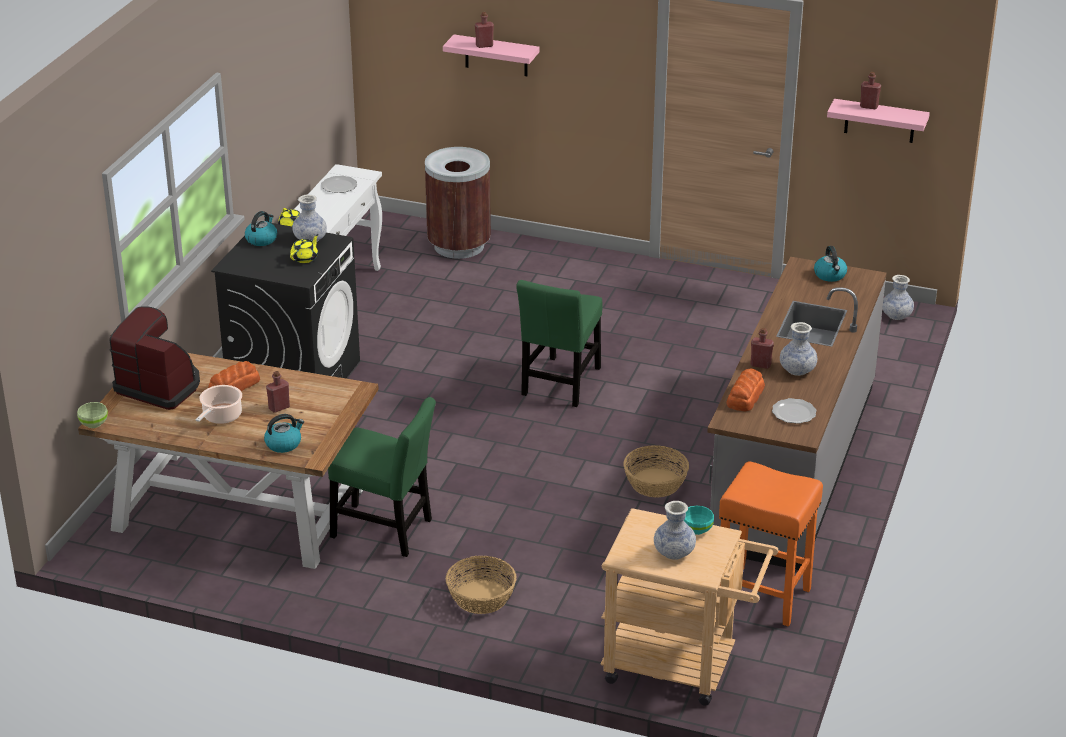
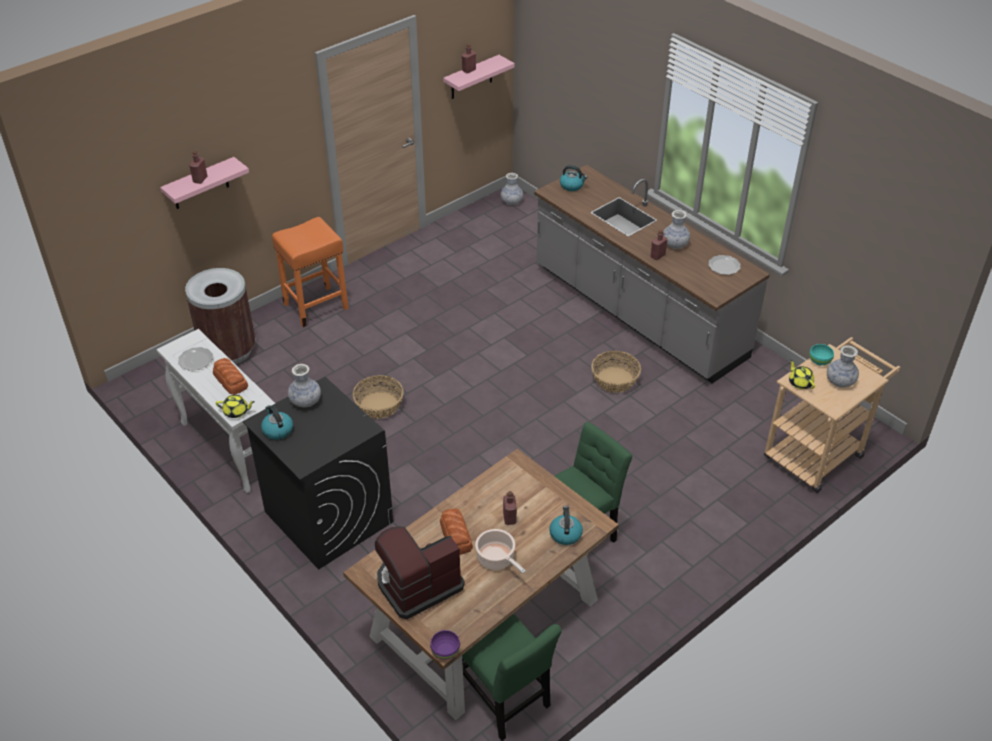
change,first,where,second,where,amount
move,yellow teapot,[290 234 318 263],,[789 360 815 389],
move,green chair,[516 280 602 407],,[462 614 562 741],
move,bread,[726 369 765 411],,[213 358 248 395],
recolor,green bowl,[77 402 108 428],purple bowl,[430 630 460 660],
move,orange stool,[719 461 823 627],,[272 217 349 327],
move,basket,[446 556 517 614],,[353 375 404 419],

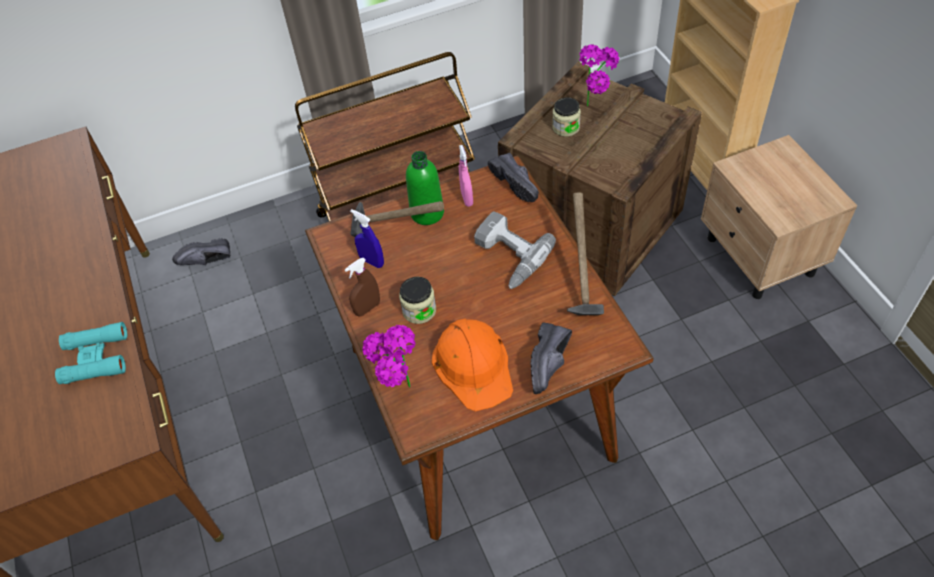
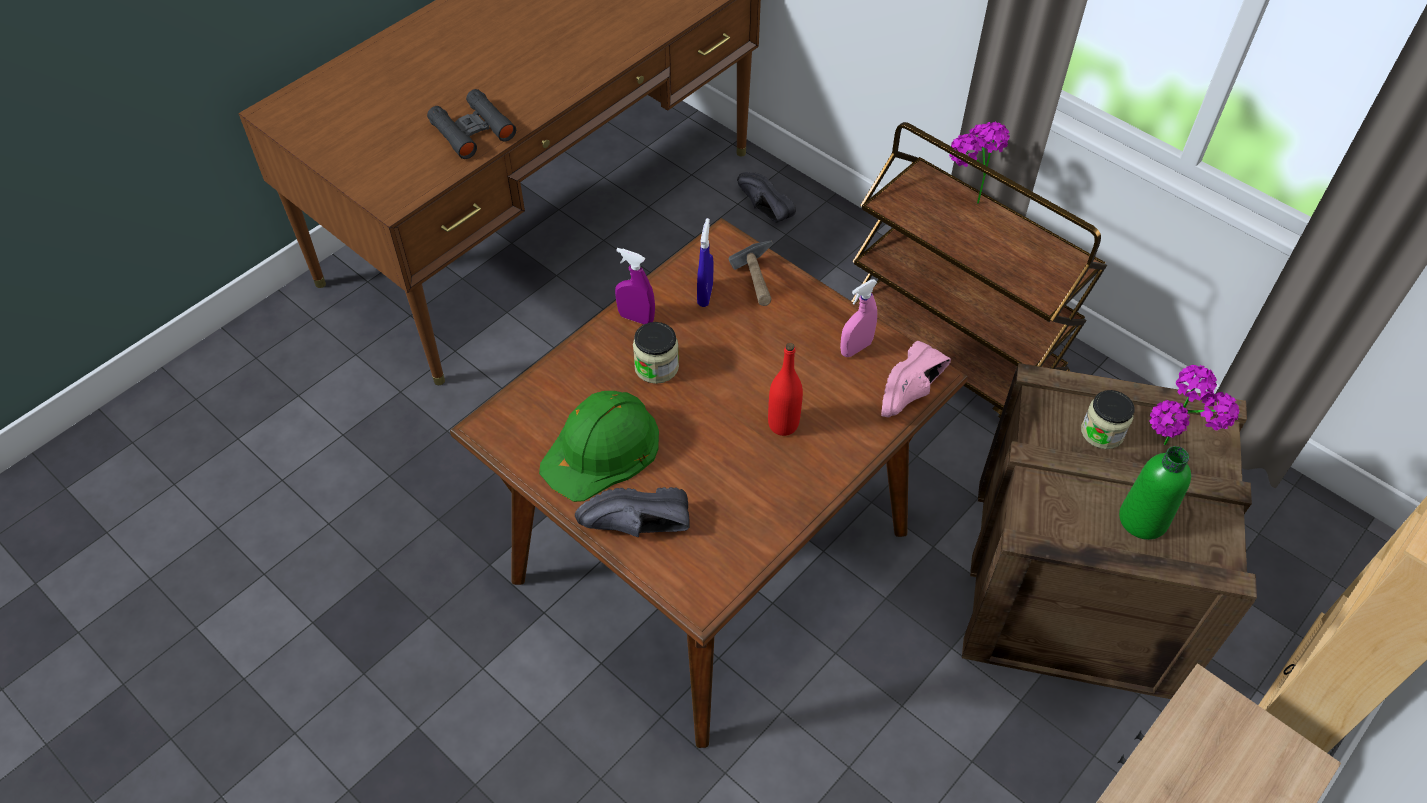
change,first,where,second,where,amount
move,green bottle,[406 151 444 225],,[1119 446 1191 540],
recolor,black shoe,[488 153 539 202],pink shoe,[881 341 951 417],
delete,hammer,[567 192 604 315],,,
replace,power drill,[474 211 556 289],red bottle,[768 343 803 436],
recolor,brown spray bottle,[345 258 380 317],purple spray bottle,[615 248 655 324],
recolor,orange hard hat,[432 319 513 411],green hard hat,[539 391 659 502],
recolor,turquoise binoculars,[55 322 127 384],black binoculars,[427 89 516 159],
move,potted plant,[362 325 415 388],,[949 122 1010 204],

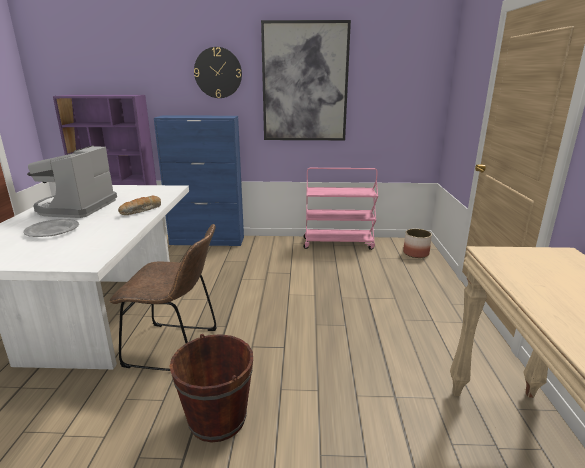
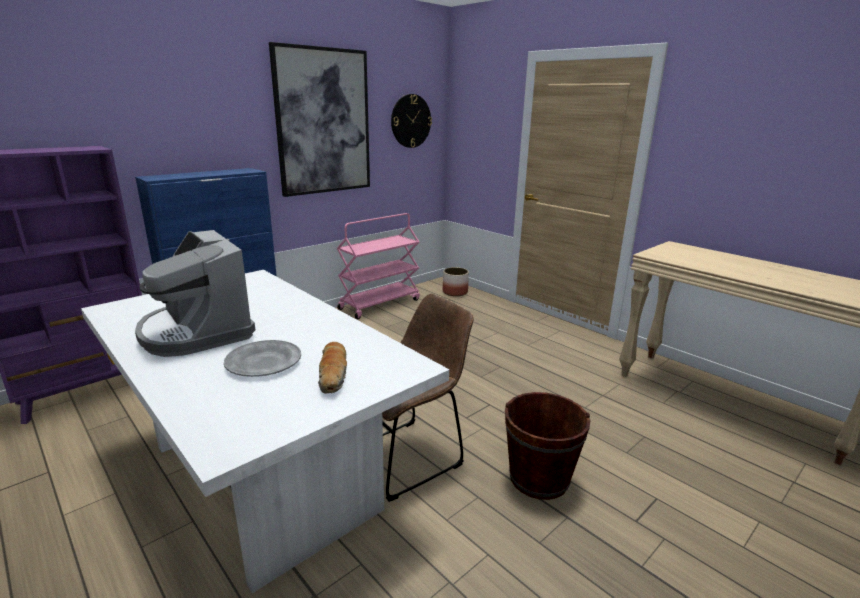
change,first,where,second,where,amount
move,wall clock,[194 47 242 98],,[391 94 432 148],
move,bread,[118 196 161 215],,[318 342 347 393],

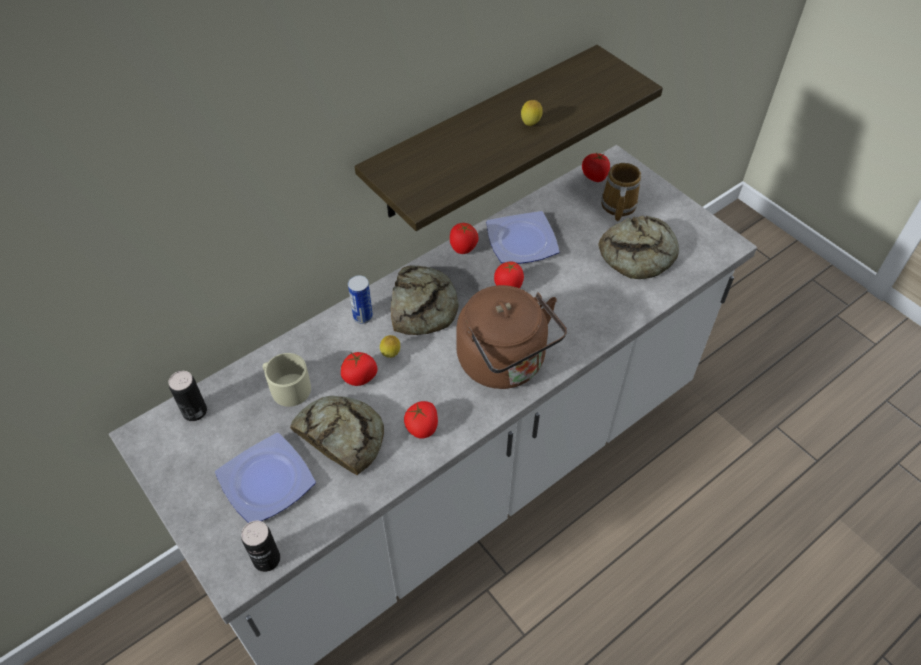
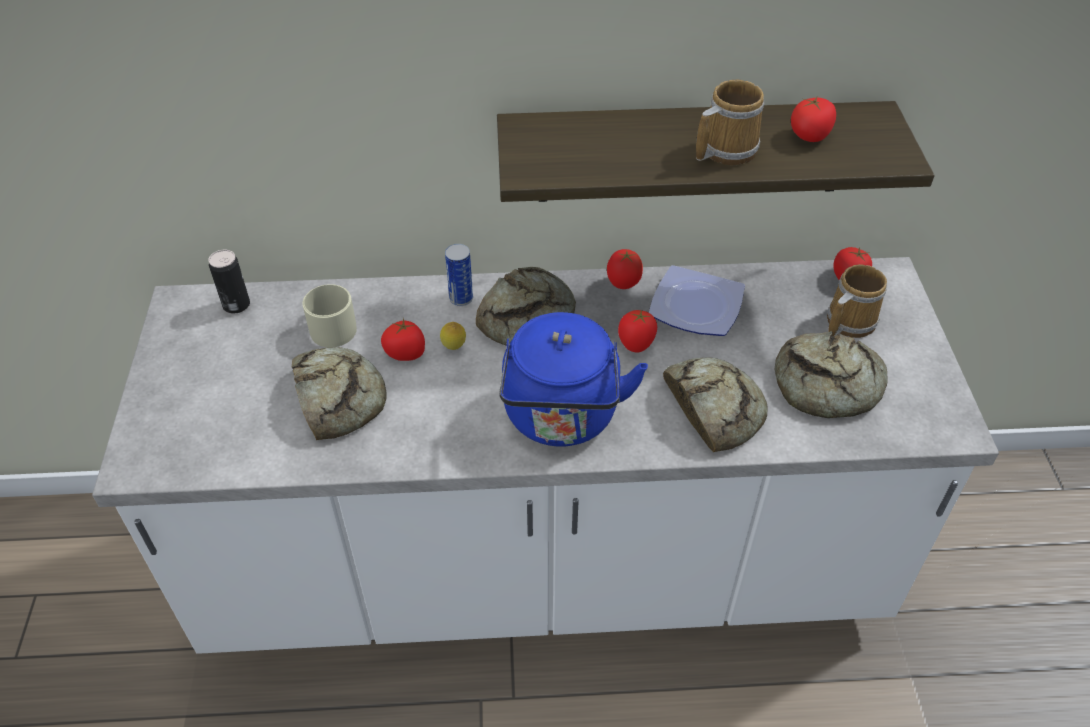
change,first,where,second,where,amount
replace,lemon,[521 100 543 126],mug,[696 80 765 165],
recolor,brown kettle,[456 285 567 389],blue kettle,[499 312 648 446],
move,tomato,[404 401 438 439],,[791 97 836 142],
delete,plate,[215 433 316 523],,,
delete,can,[241 521 280 572],,,
insert,,,bread,[663 357 768 452],

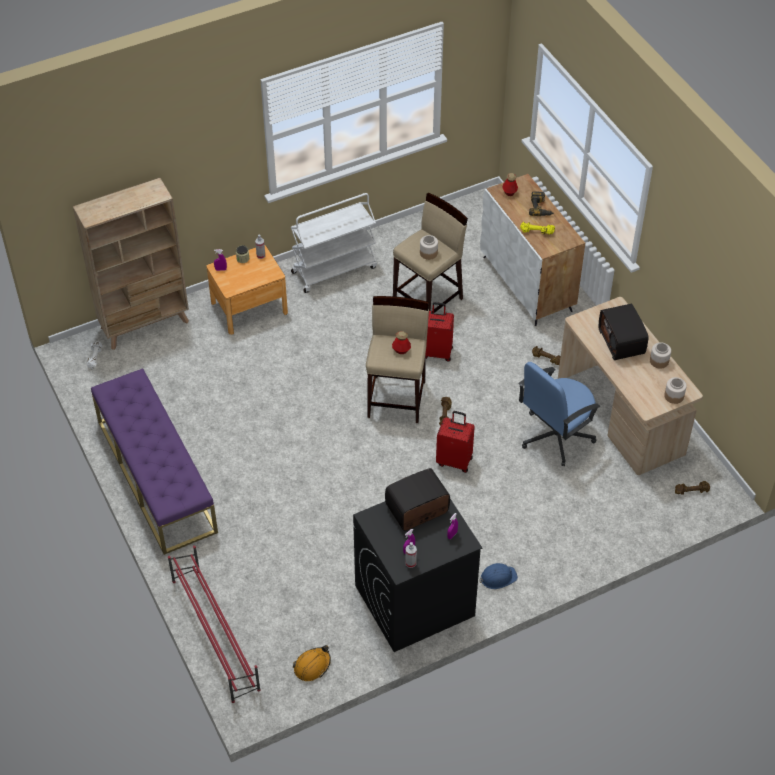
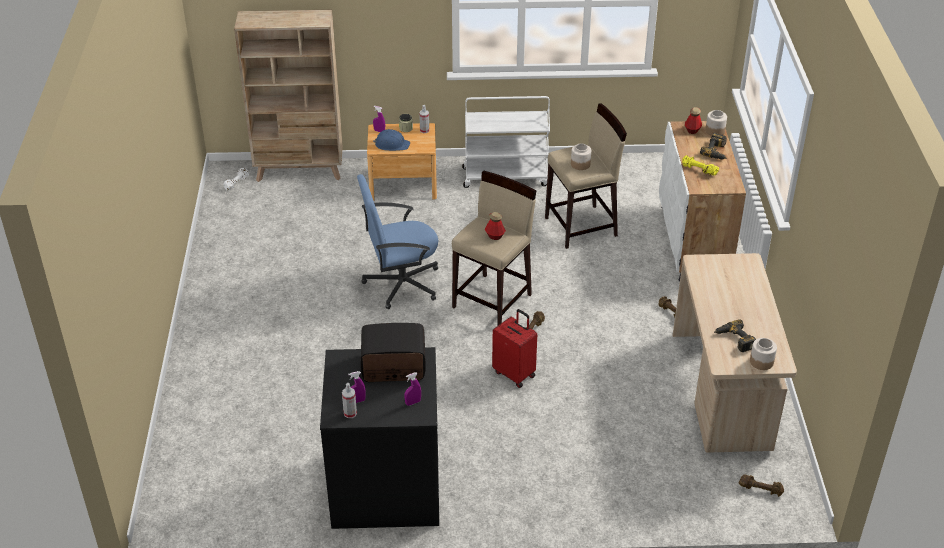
change,first,where,second,where,amount
delete,red suitcase,[425 302 454 362],,,
delete,radio,[599 303 648 360],,,
move,jar,[650 342 671 369],,[705 110 727 136],
move,blue office chair,[519 362 600 466],,[357 174 438 309],
delete,purple bench,[91 368 218 555],,,
delete,red shoe rack,[168 546 261 703],,,
move,blue hard hat,[479 563 518 589],,[373 129 410 151],
delete,orange hard hat,[293 645 331 681],,,
insert,,,power drill,[714 319 756 352],

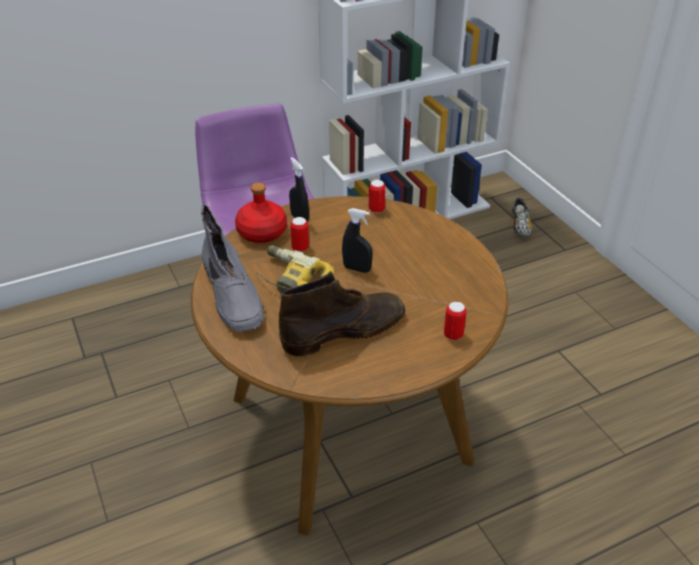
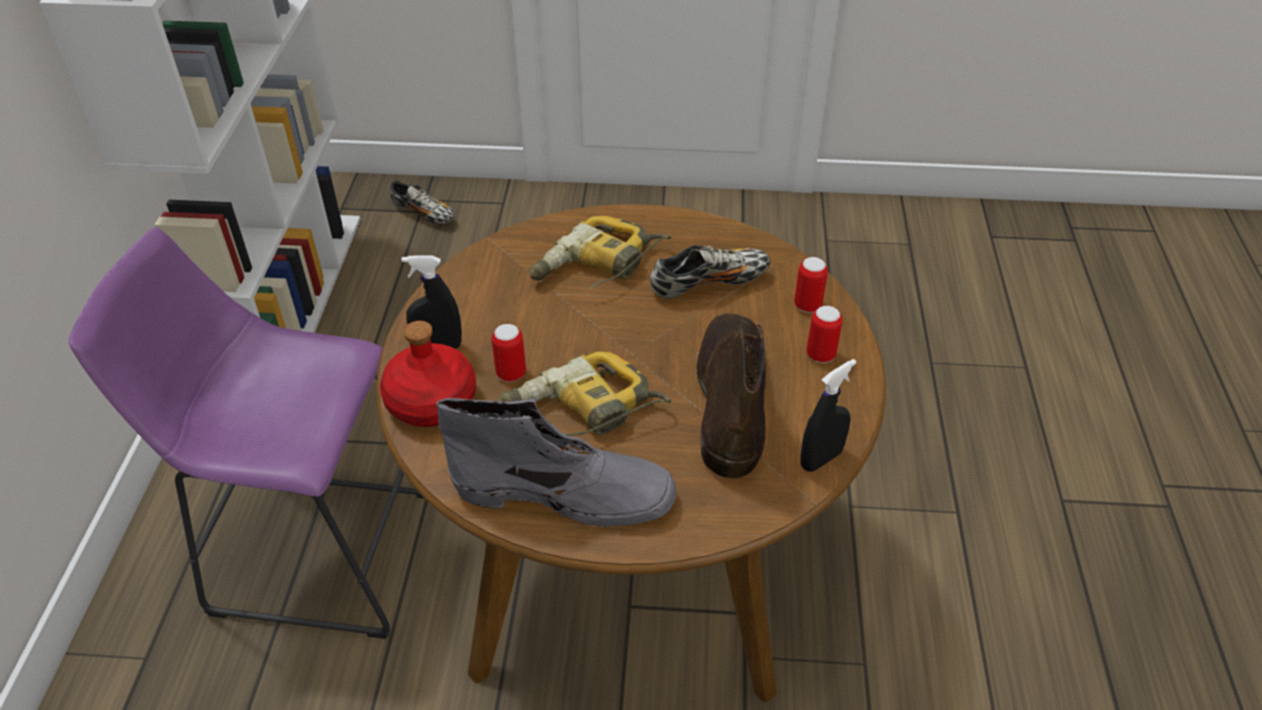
change,first,where,second,where,amount
move,can,[369 180 386 213],,[807 306 843 363],
move,black spray bottle,[342 208 373 273],,[801 359 857 472],
insert,,,power drill,[530 216 671 289],
insert,,,shoe,[650 245 770 299],

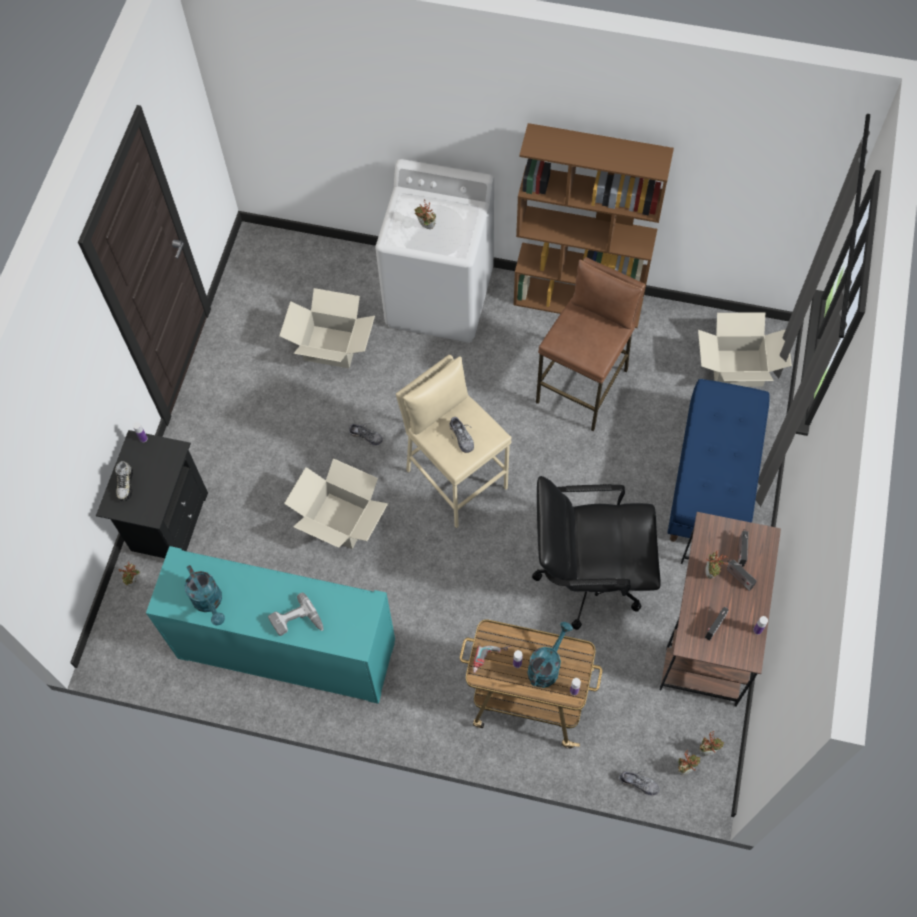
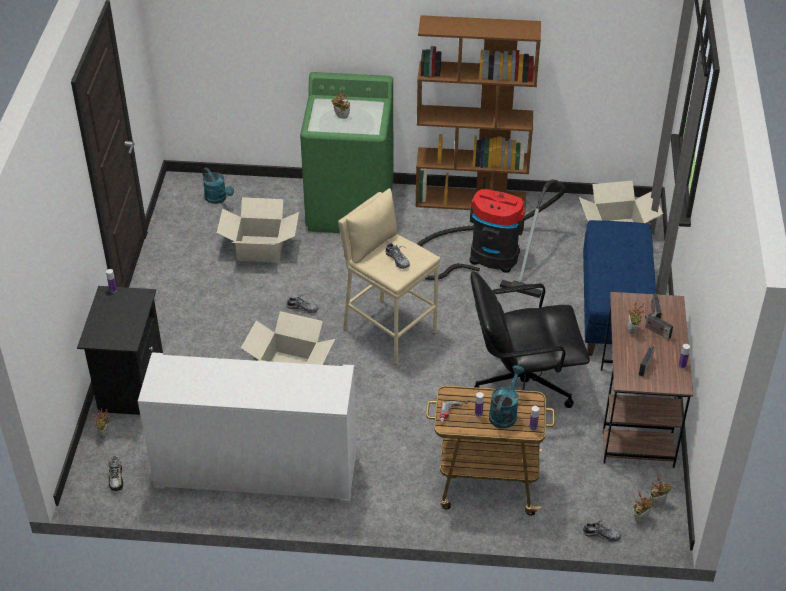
change,first,where,second,where,amount
recolor,white washing machine,[376 159 494 343],green washing machine,[300 72 393 233],
replace,brown stool,[536 257 646 431],vacuum cleaner,[417 179 566 298],
move,shoe,[115 461 133 501],,[109 455 123 491],
recolor,turquoise cabinet,[146 546 395 704],white cabinet,[138 352 356 502],
move,turquoise watering can,[185 565 225 625],,[202 167 234 204],
delete,power drill,[268 593 324 636],,,

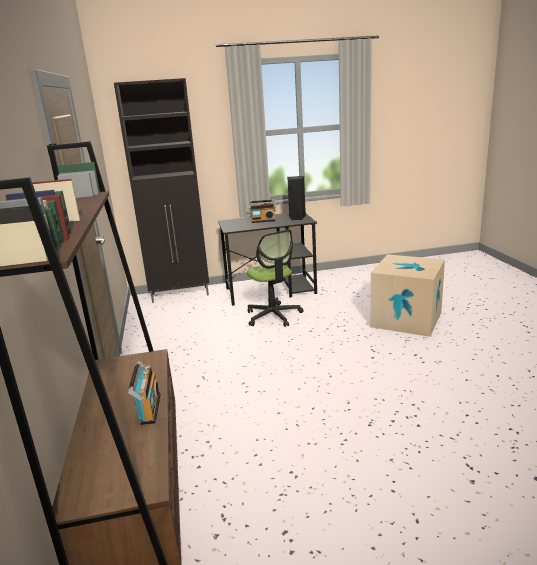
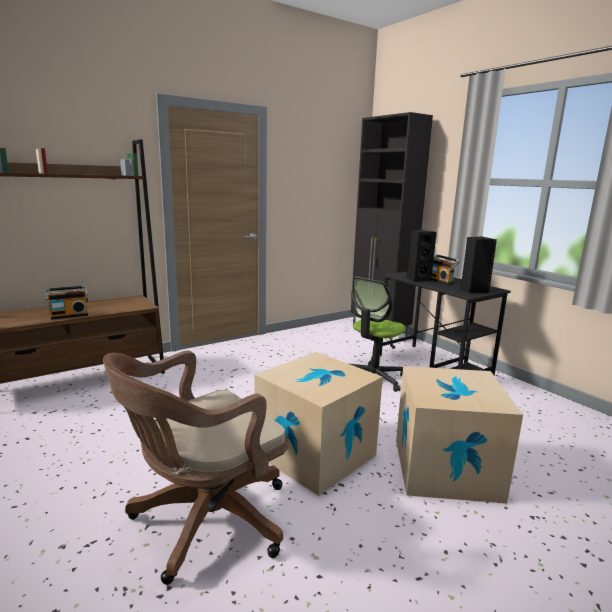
change,first,where,second,where,amount
insert,,,black speaker,[407 230 437 282],
insert,,,brown office chair,[103 350 288 585],
insert,,,cardboard box,[254 352 383 496],

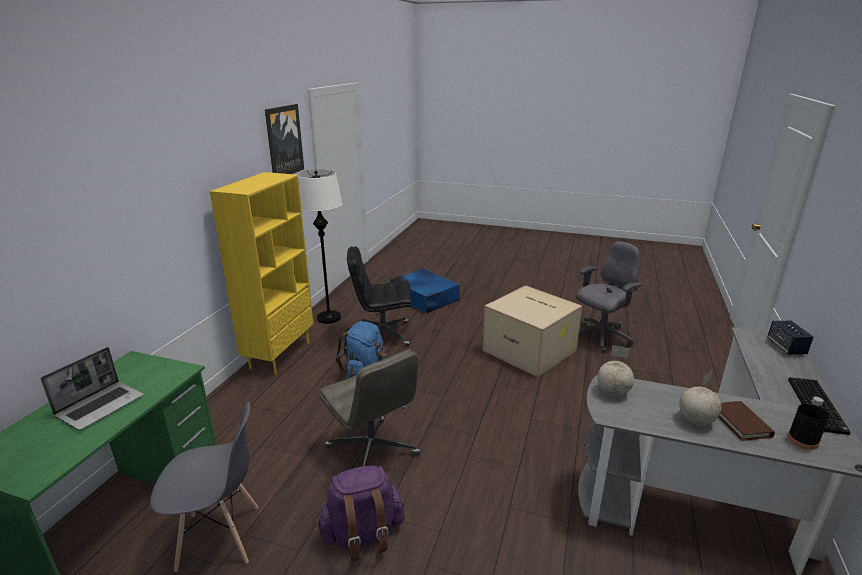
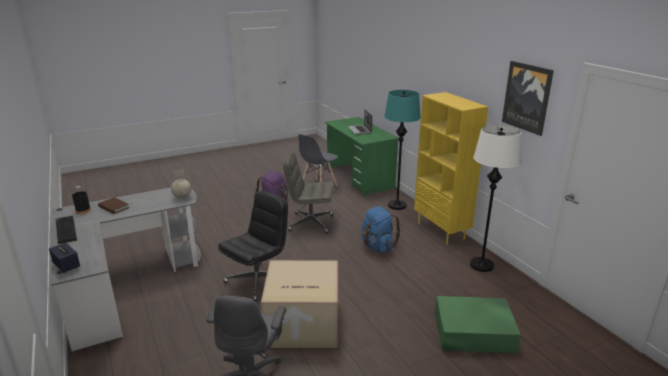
change,first,where,second,where,amount
move,black office chair,[347 246 412 346],,[218 191 288 301],
recolor,blue storage box,[390 269 460 313],green storage box,[435 296 521 353],
delete,globe,[679 370 721 425],,,
insert,,,turquoise floor lamp,[384 90 421 210],

